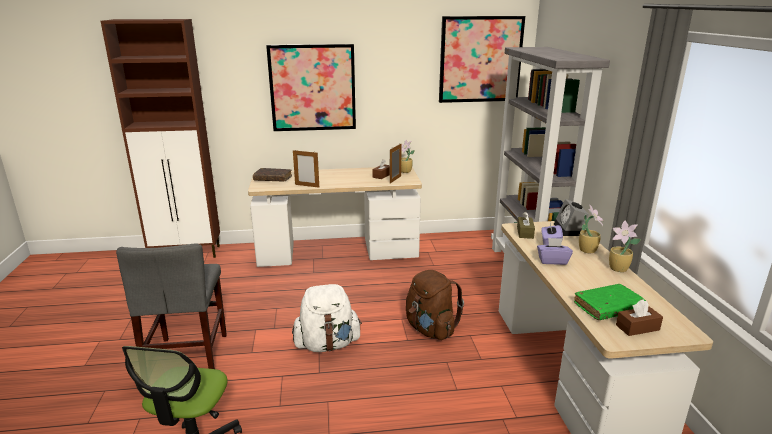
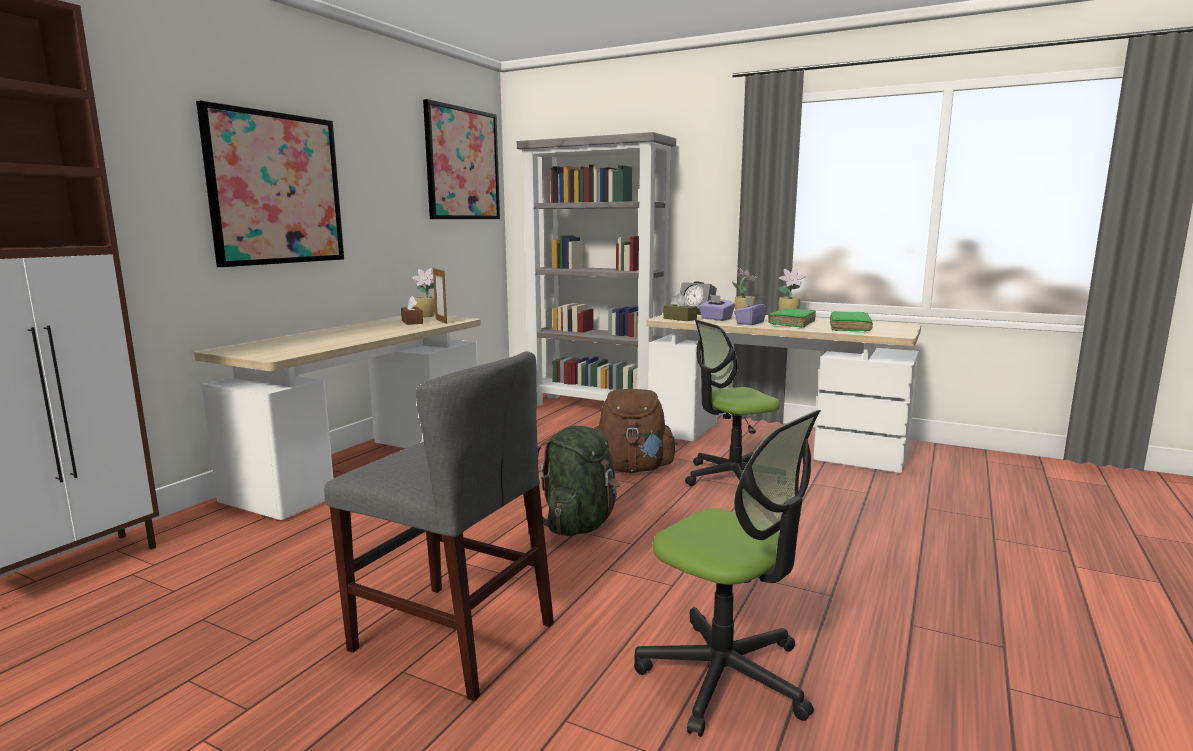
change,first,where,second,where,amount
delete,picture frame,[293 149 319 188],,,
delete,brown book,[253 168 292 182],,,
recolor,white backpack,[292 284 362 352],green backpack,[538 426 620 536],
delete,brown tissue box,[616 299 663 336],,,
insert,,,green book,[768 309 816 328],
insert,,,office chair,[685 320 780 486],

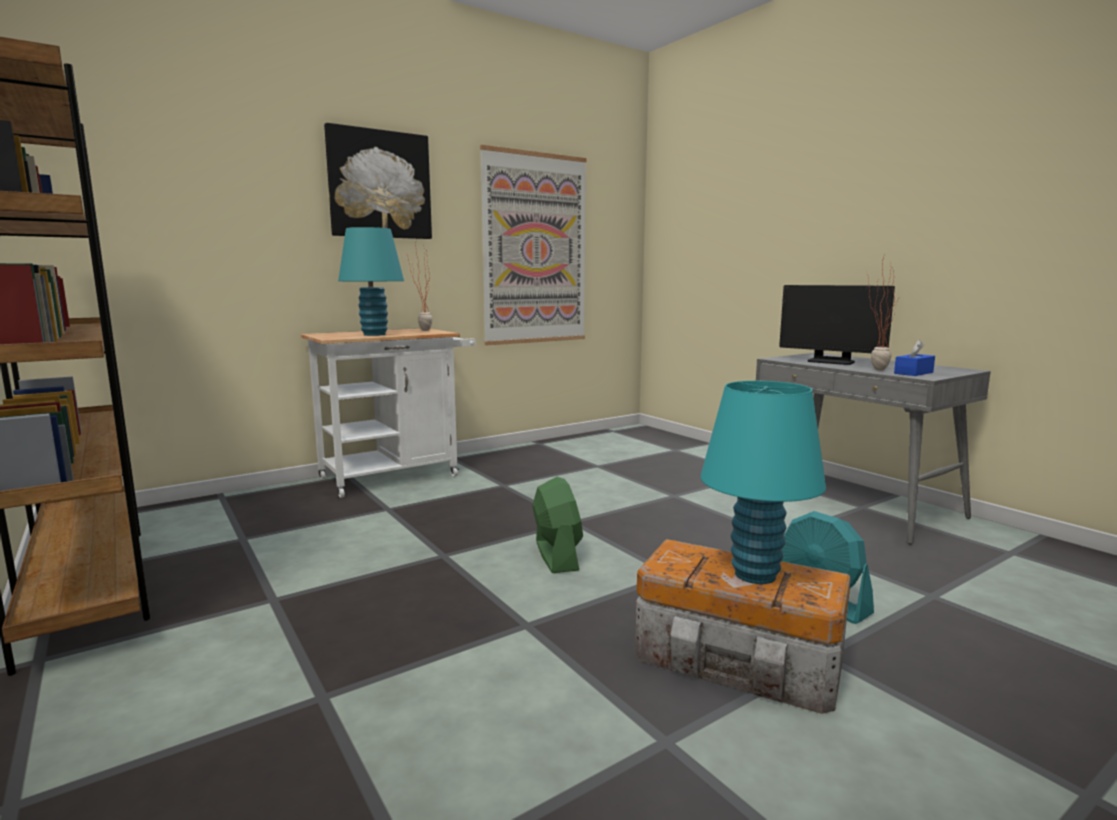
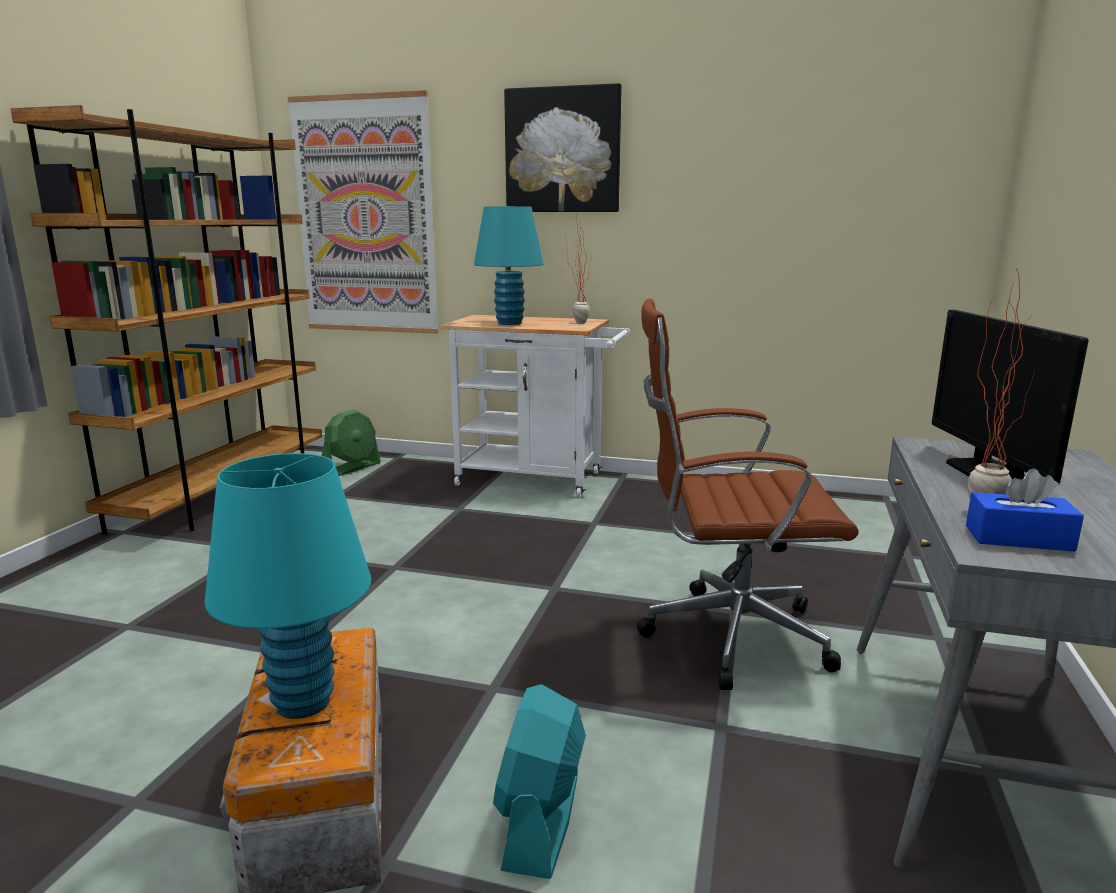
change,first,where,second,where,amount
move,picture,[480 145 586 346],,[288 90 438 334],
move,green fan,[532 476 583 573],,[322 409 381 476],
insert,,,brown office chair,[637 299 859 690],

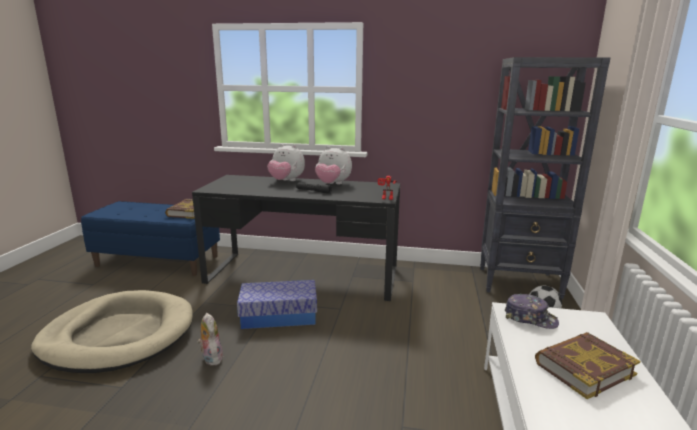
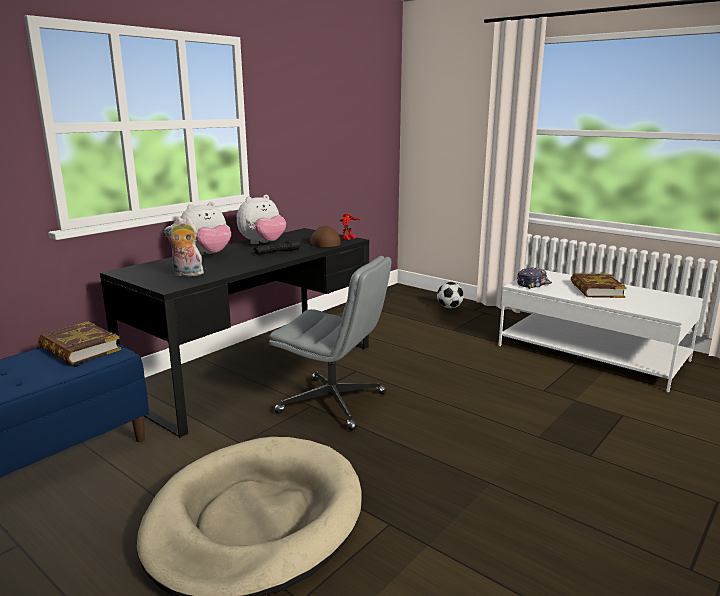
change,first,where,second,where,amount
delete,black bookcase,[480 57 610 299],,,
replace,storage box,[237 280 317 329],grey office chair,[269 256 391 431],
move,plush toy,[197 313 223 366],,[164 217 204 276],
insert,,,brown cap,[310 226 340 247],

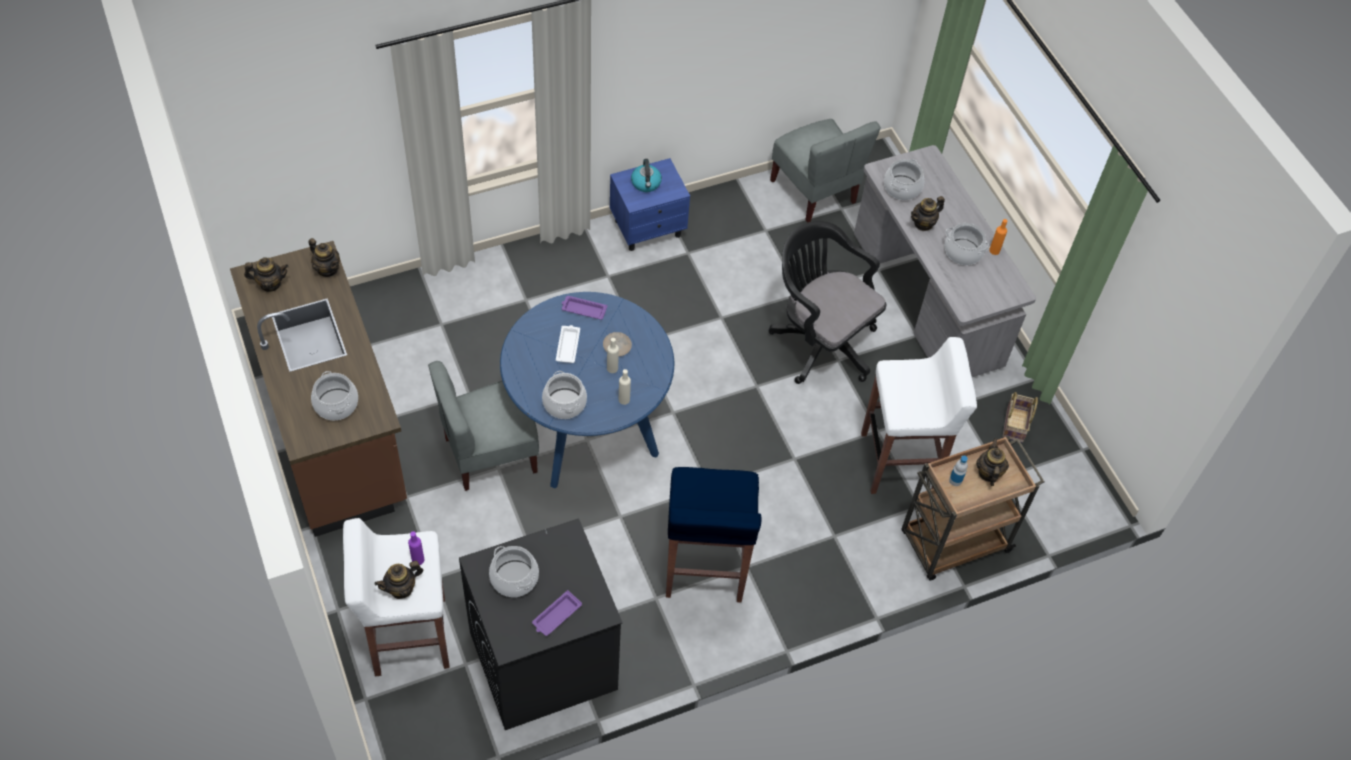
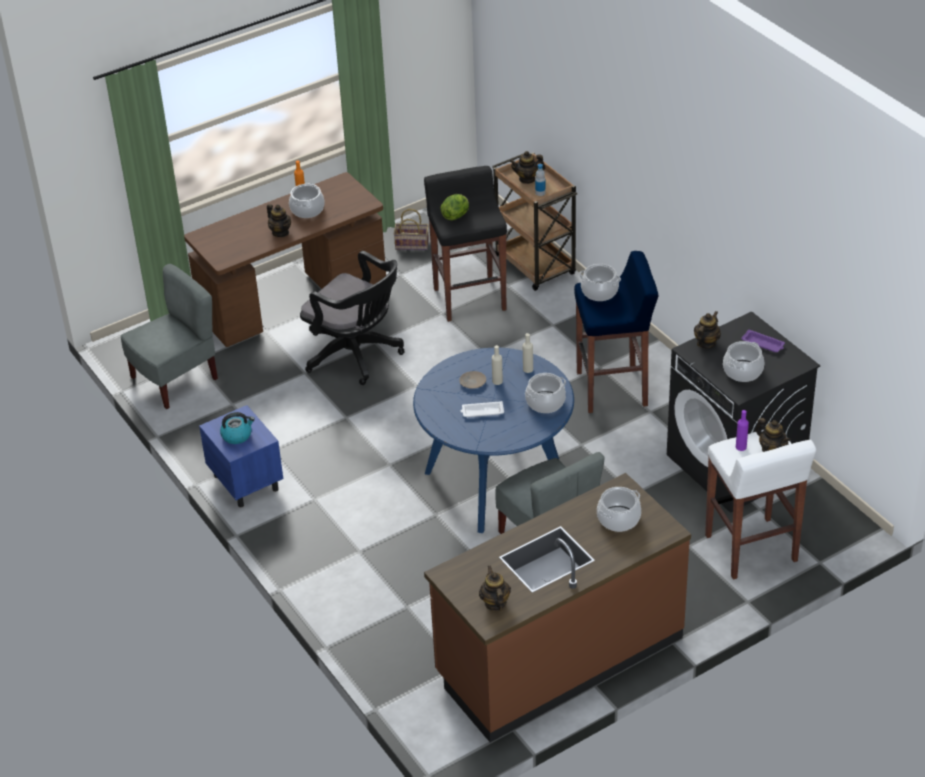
change,first,where,second,where,amount
recolor,grey desk,[854 145 1036 377],brown desk,[184 172 386 347],
move,cooking pot,[884 159 924 200],,[579 264 621 301],
rotate,black office chair,[768 221 886 384],,[300 251 405 385],90 degrees counterclockwise
move,teapot,[308 238 340 277],,[694 311 721 349],
delete,purple tray,[562 296 607 320],,,
recolor,white stool,[861 337 977 494],black stool,[424 166 507 322],
insert,,,lettuce,[440 194 469 220],

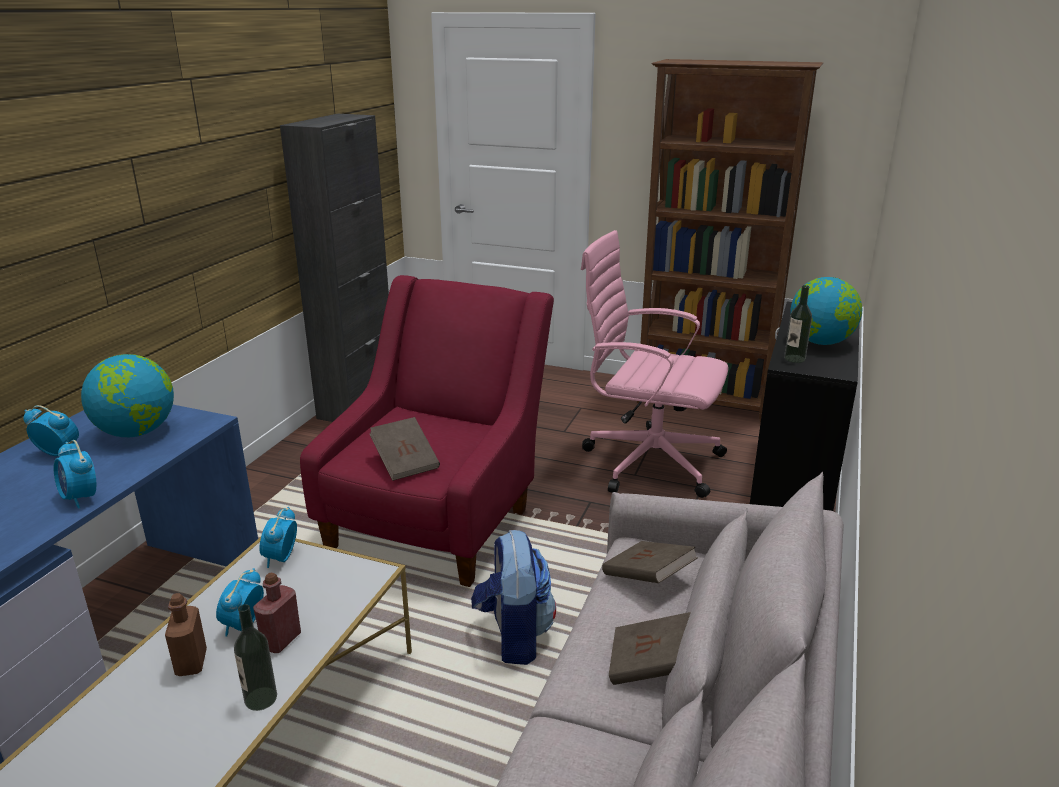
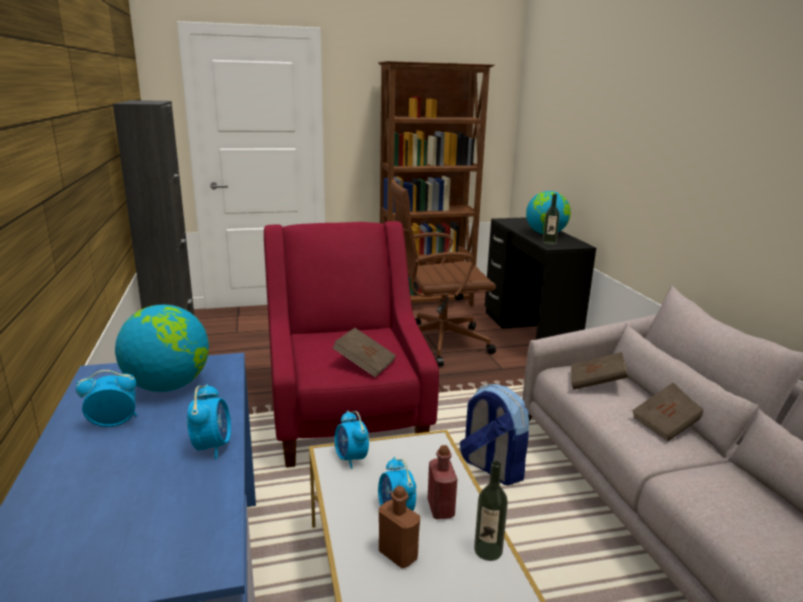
change,first,where,second,where,amount
recolor,pink office chair,[581 230 729 498],brown office chair,[390 179 496 366],
rotate,alarm clock,[54 440 96 509],,[187 384 231 459],105 degrees counterclockwise

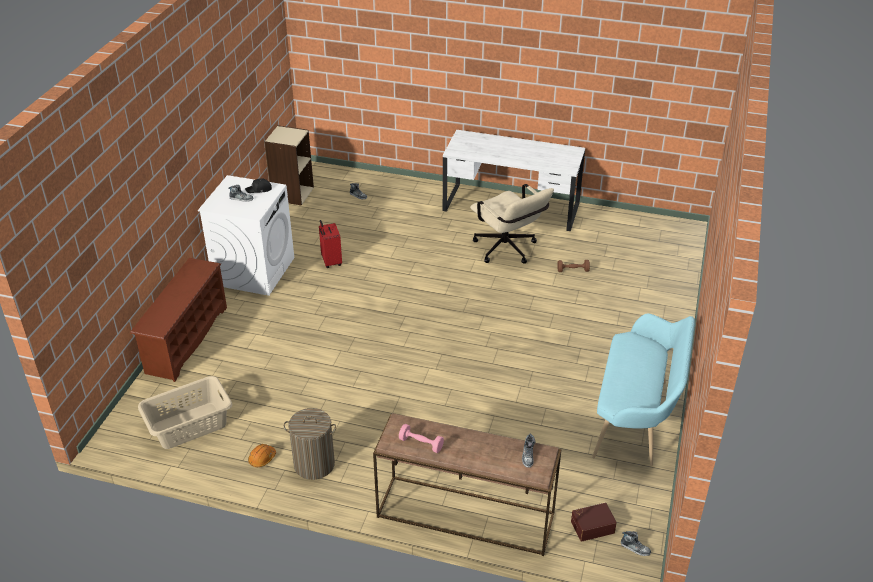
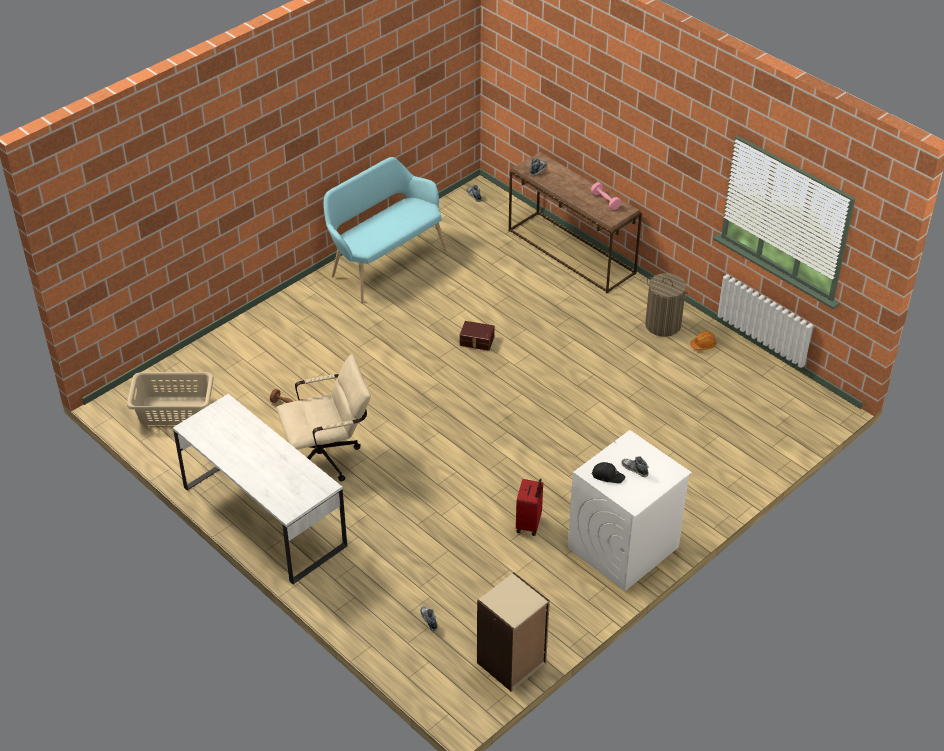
change,first,where,second,where,amount
rotate,beige office chair,[470 184 554 264],,[277 354 371 482],75 degrees clockwise
delete,brown shoe rack,[130 258 227 382],,,
move,beige laundry basket,[138 376 233 449],,[127 372 214 425],
move,brown storage box,[571 503 617 542],,[460 321 495 351],

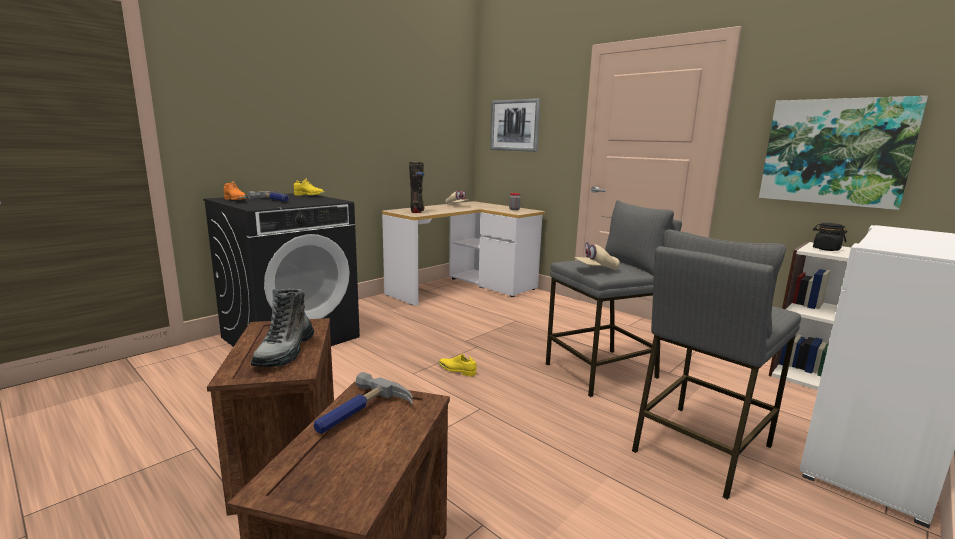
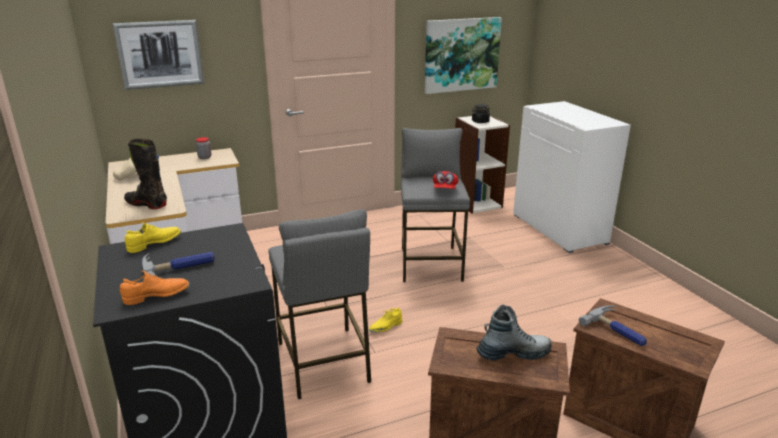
change,first,where,second,where,amount
move,grey stool,[632 230 801 500],,[268 209 371 399],
recolor,beige cap,[574 242 620 270],red cap,[433 171 458 189],
rotate,boot,[251 289 315 367],,[476 305 552 361],45 degrees counterclockwise

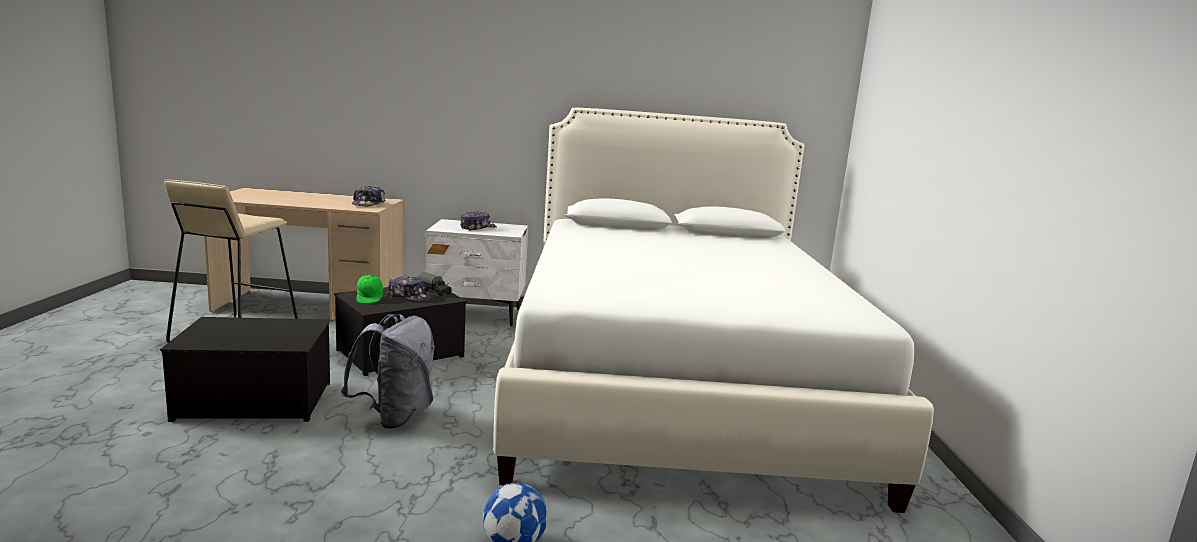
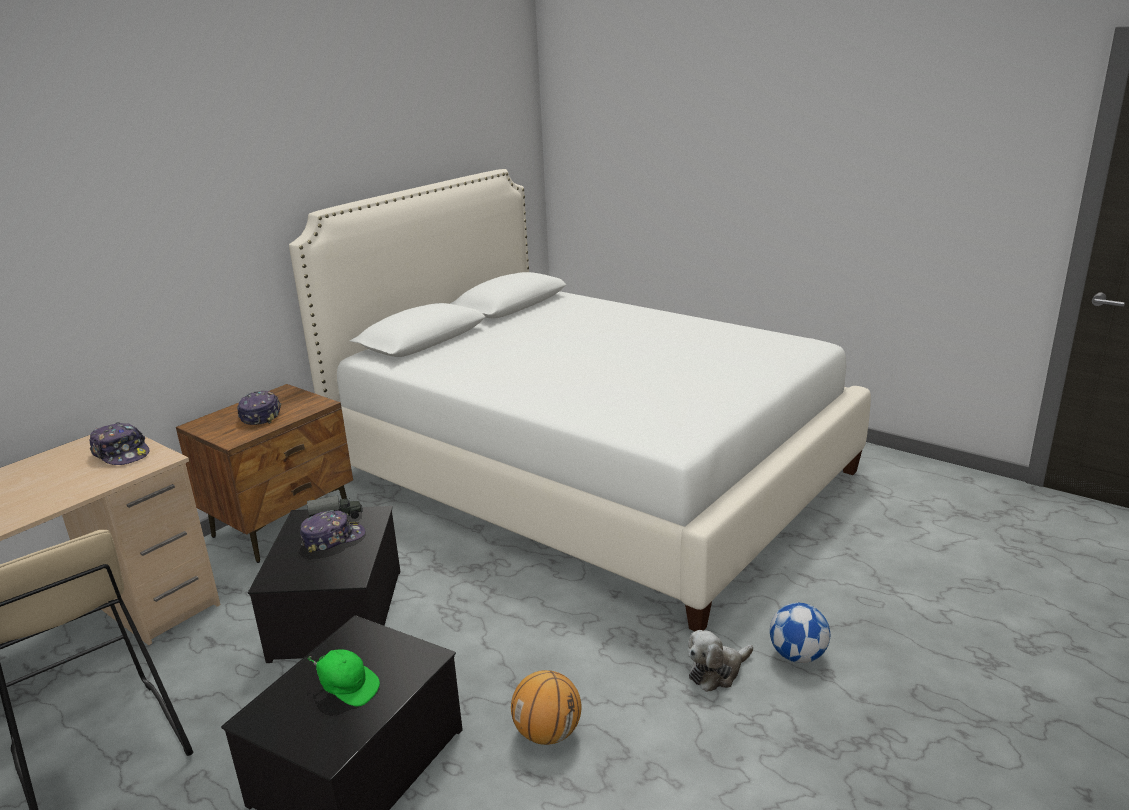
change,first,where,second,where,amount
recolor,white nightstand,[425 219 528 326],brown nightstand,[176 384 353 563],
move,green cap,[356 275 384 304],,[307 649 380 706],
delete,grey backpack,[341 314 435 429],,,
insert,,,plush toy,[688 630 753 692],
insert,,,basketball,[511 670 581 745],

